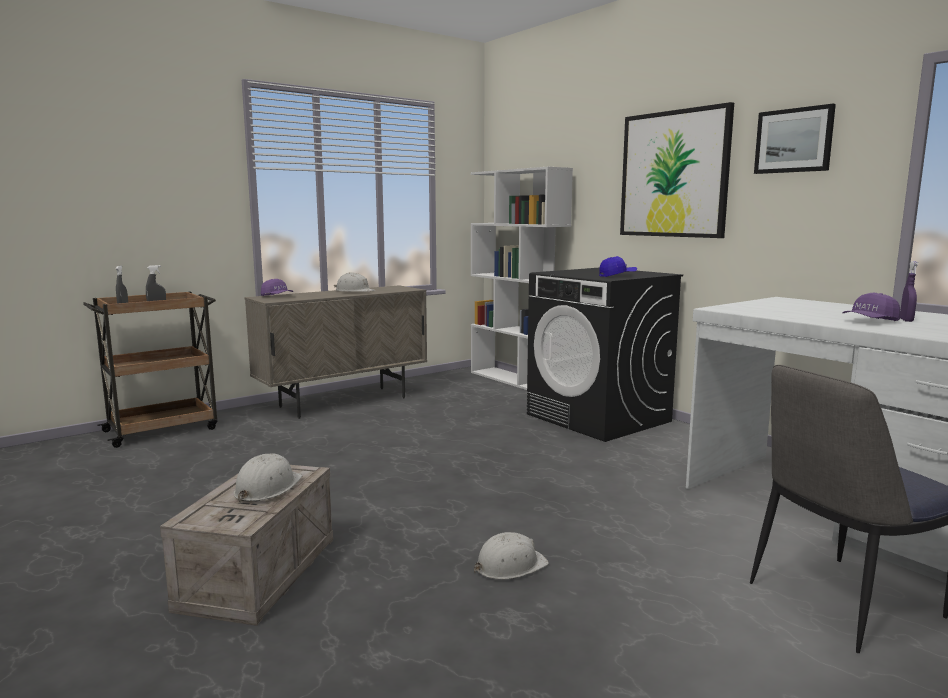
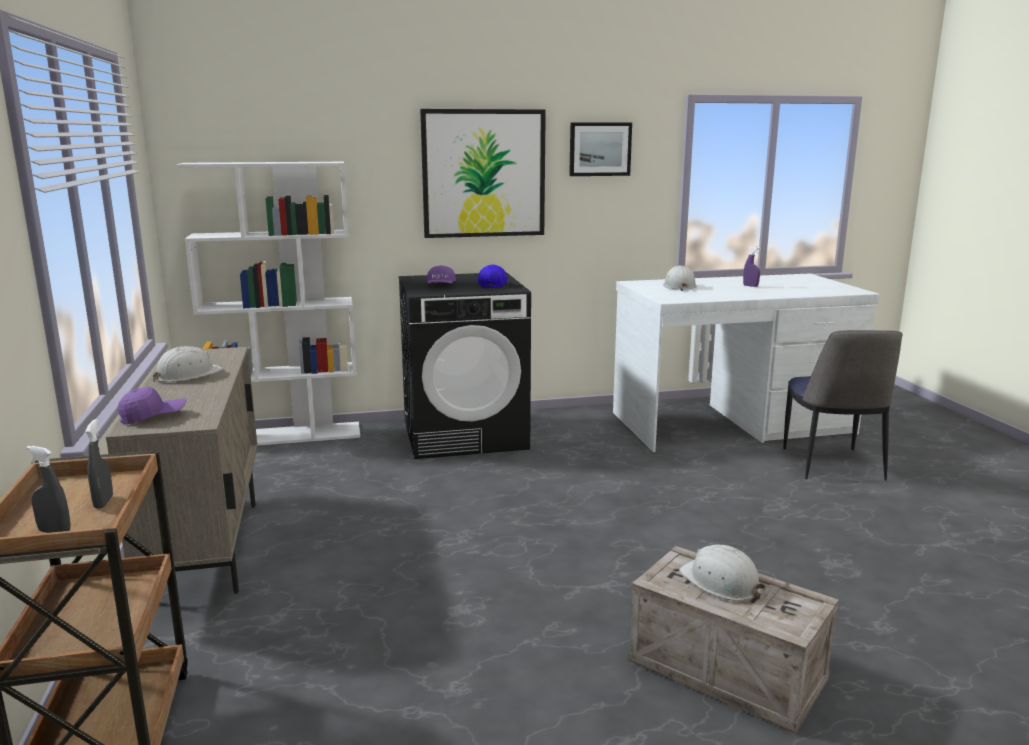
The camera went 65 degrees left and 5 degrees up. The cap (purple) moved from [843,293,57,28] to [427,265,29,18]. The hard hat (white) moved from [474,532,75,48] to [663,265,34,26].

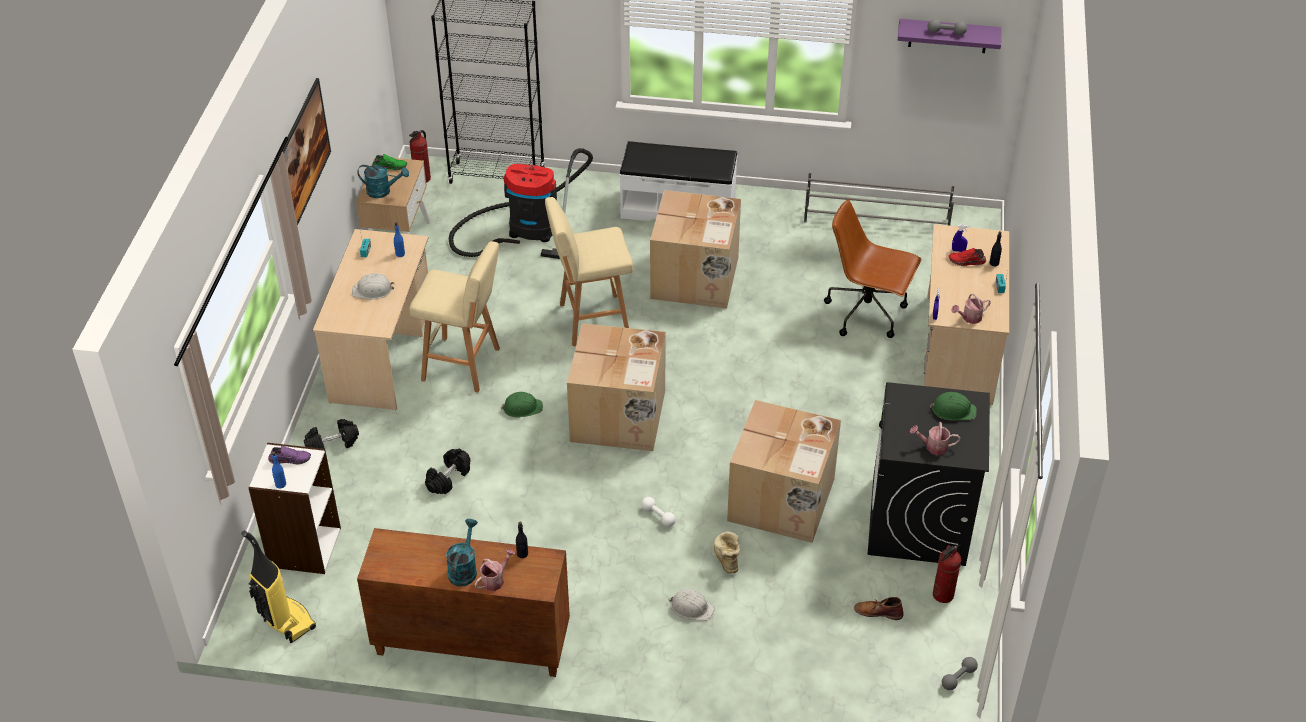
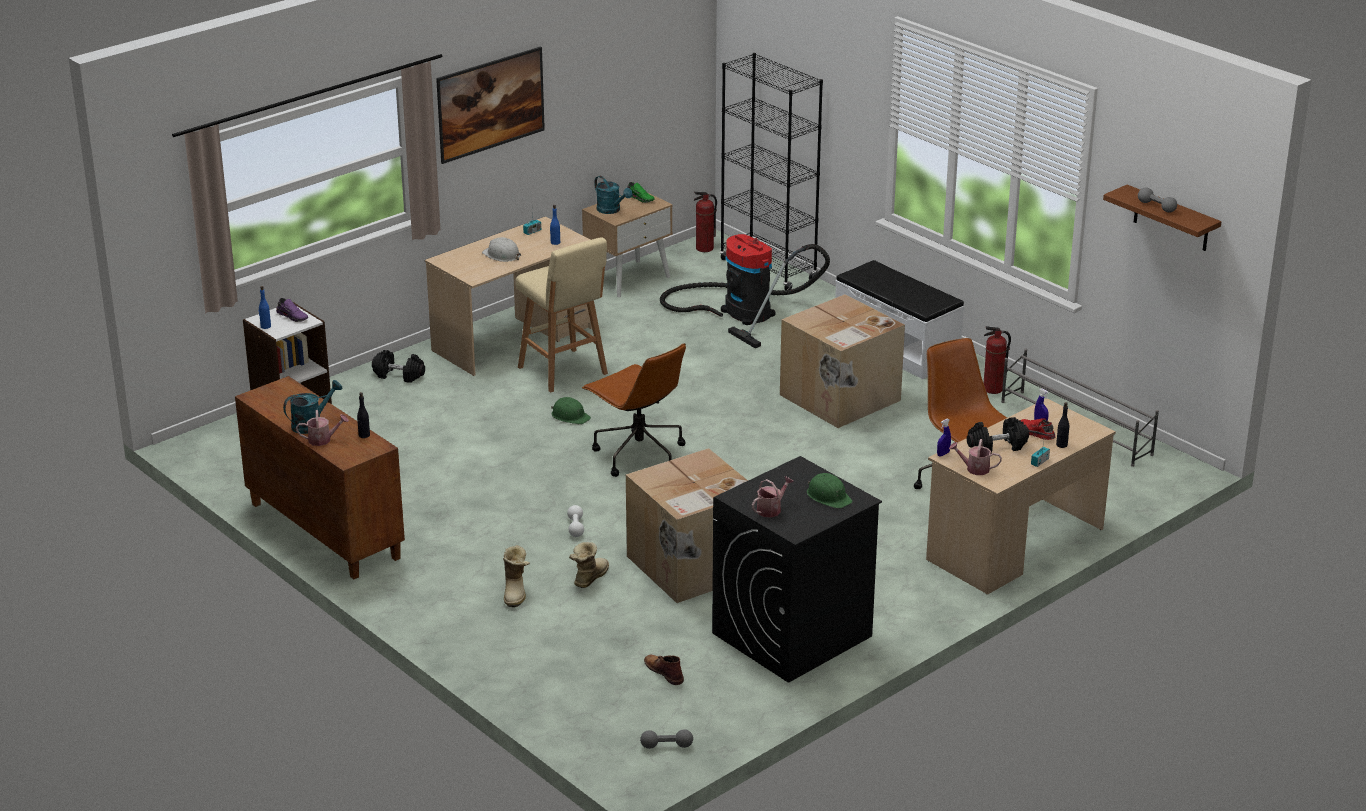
The camera went 40 degrees right and 15 degrees down. The shelf (purple) at [898,19,103,34] became the shelf (brown) at [1103,185,119,66]. The stool (beige) at [545,197,88,149] disappeared. The cardboard box at [567,323,99,128] was replaced by the office chair (brown) at [582,343,104,134]. The watering can at [910,422,50,33] turned 90 degrees clockwise. The dumbbell (black) moved from [425,448,45,46] to [967,417,62,36]. The vacuum cleaner at [241,531,75,112] disappeared. The fire extinguisher moved from [933,545,28,58] to [984,326,27,68]. The hard hat (white) at [669,589,46,32] was replaced by the boot at [503,545,27,62].

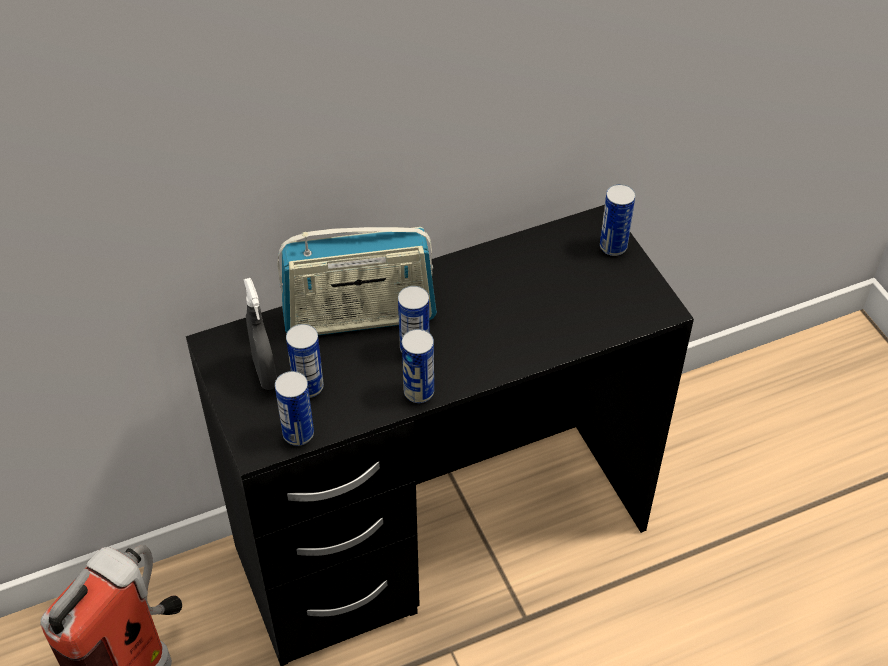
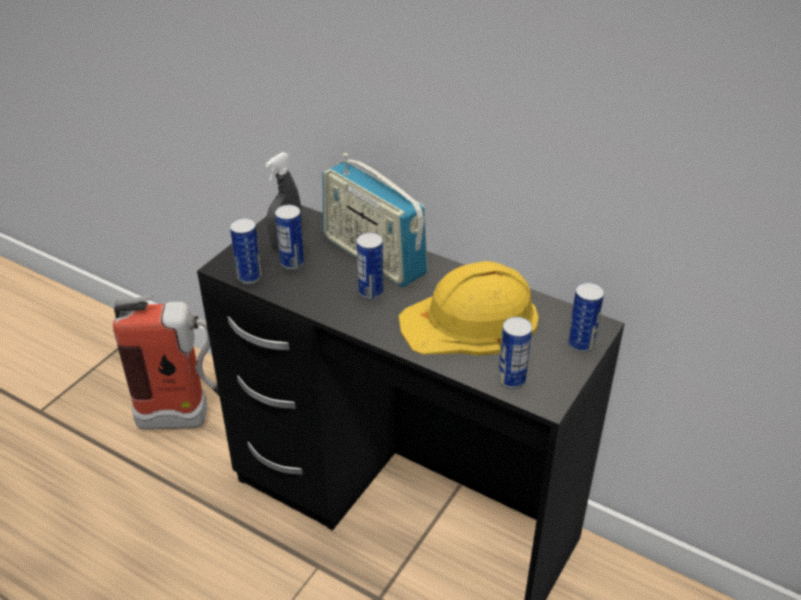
The camera went 55 degrees right and 10 degrees down. The can moved from [402,329,32,74] to [498,317,34,73]. The hard hat (yellow) at [399,261,139,95] appeared.

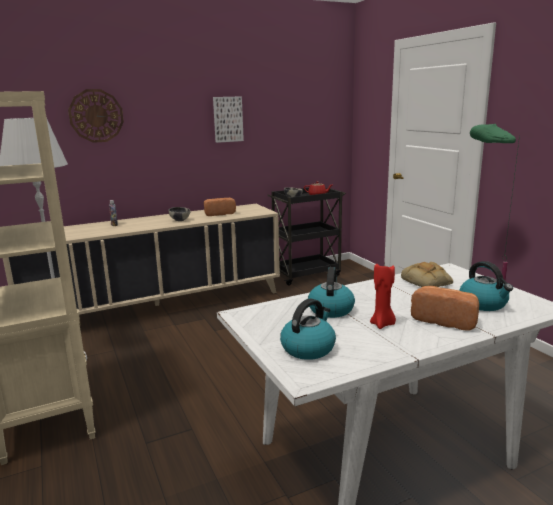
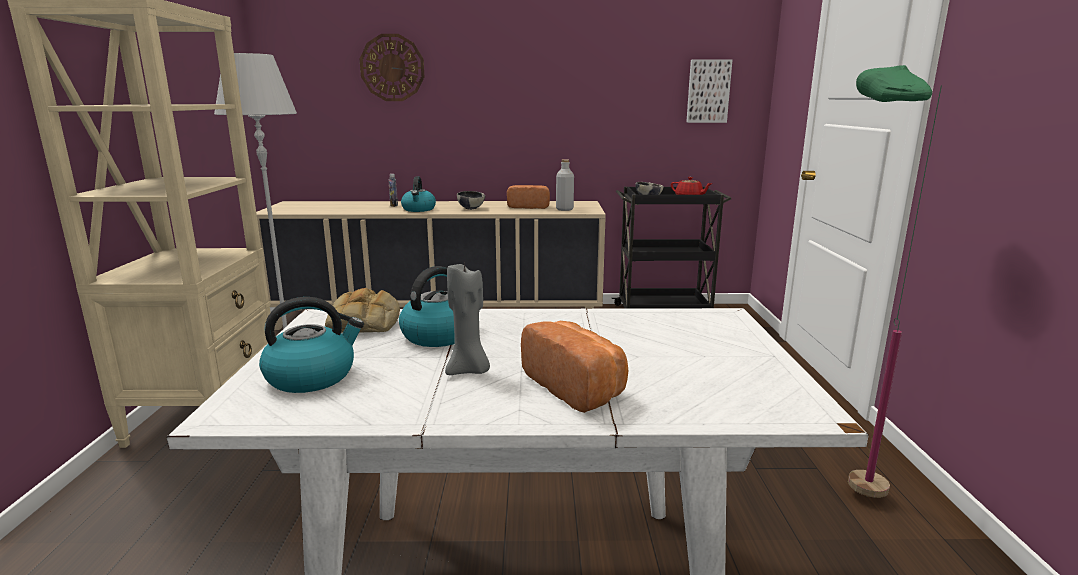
The camera went 25 degrees right and 0 degrees up. The picture moved from [213,96,31,47] to [686,60,46,63]. The kettle moved from [459,261,54,50] to [401,177,35,35]. The bread moved from [401,262,52,25] to [325,288,75,45]. The candle (red) at [370,264,26,65] became the candle (grey) at [445,261,45,114]. The bottle (grey) at [556,159,18,52] appeared.

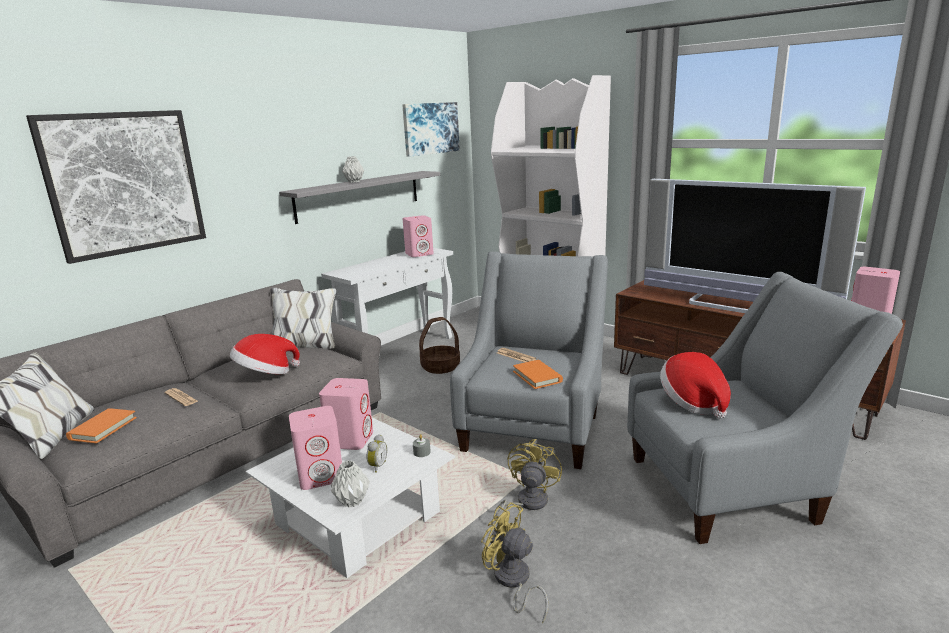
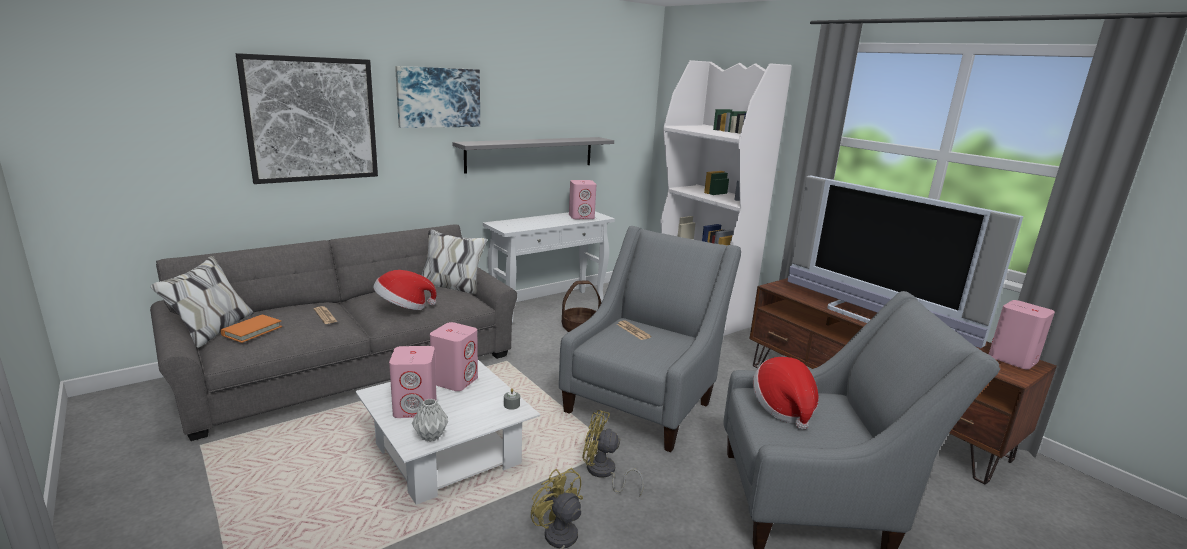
The camera went 10 degrees right and 0 degrees up. The picture moved from [402,102,58,55] to [395,66,85,62]. The vase (grey) at [342,156,22,27] disappeared. The book (orange) at [513,360,50,29] disappeared. The alarm clock at [366,434,21,39] disappeared. The fan (yellow) at [491,439,71,85] turned 105 degrees counterclockwise.

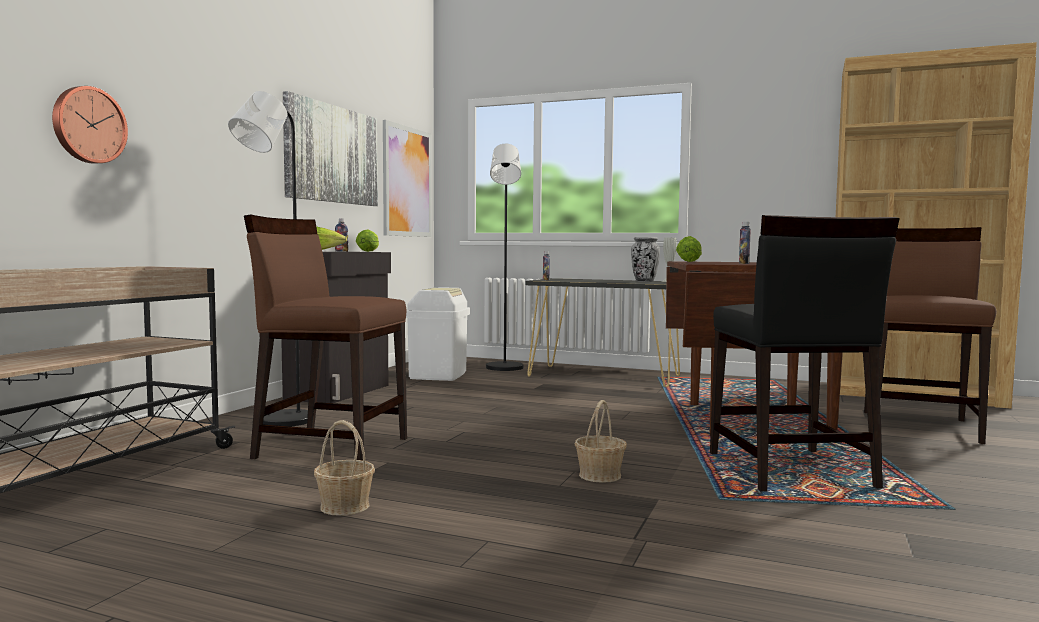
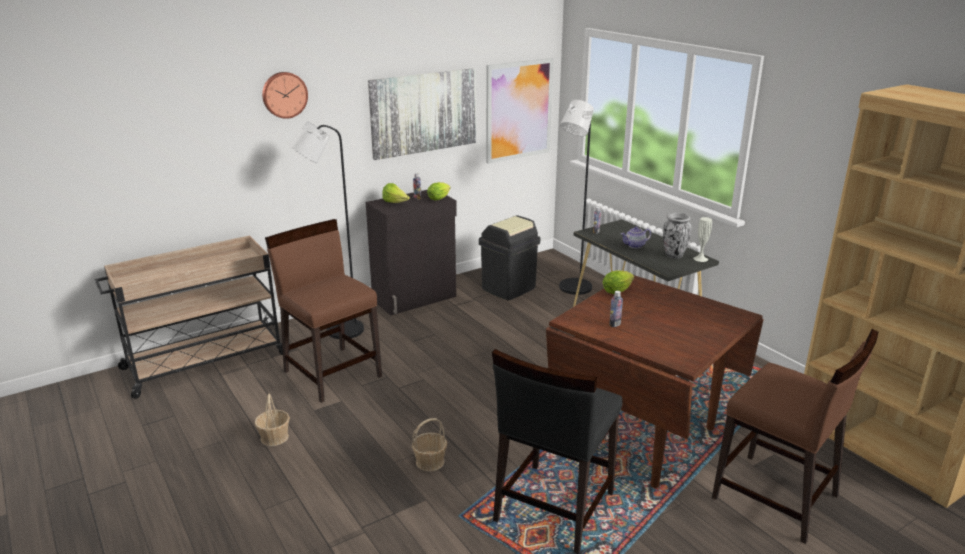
The camera went 35 degrees right and 20 degrees up. The wall clock moved from [52,86,76,78] to [262,72,46,47]. The chair (brown) at [864,227,133,217] turned 75 degrees clockwise. The trash can (white) at [406,287,64,94] became the trash can (black) at [479,215,61,85]. The teapot at [621,227,30,21] appeared.

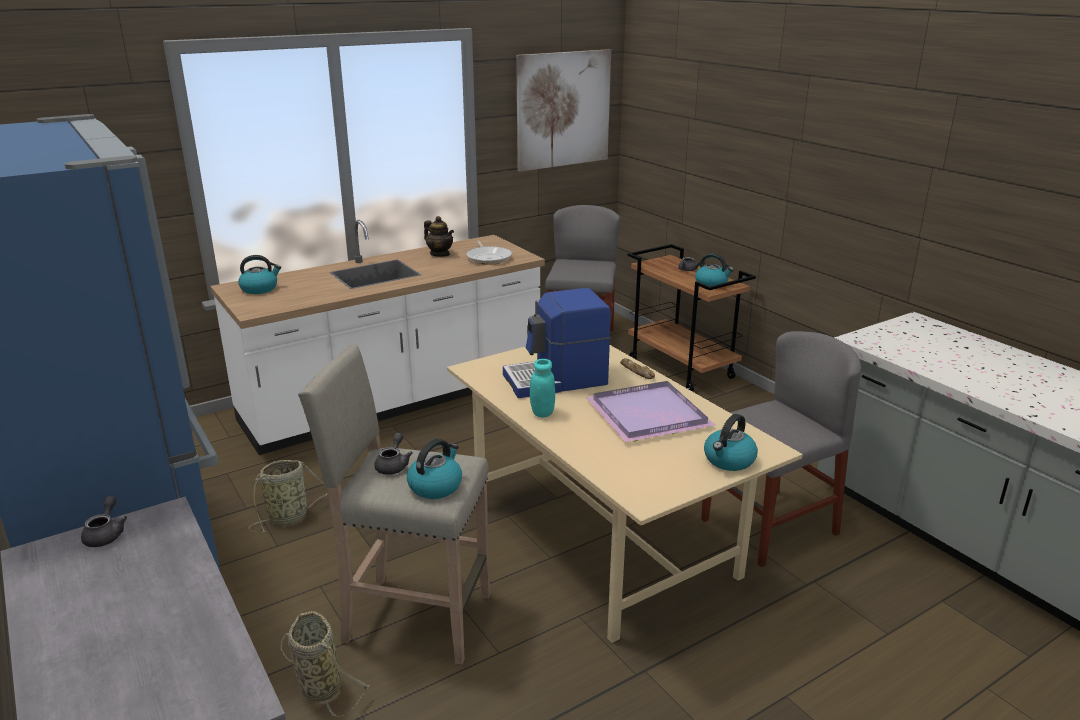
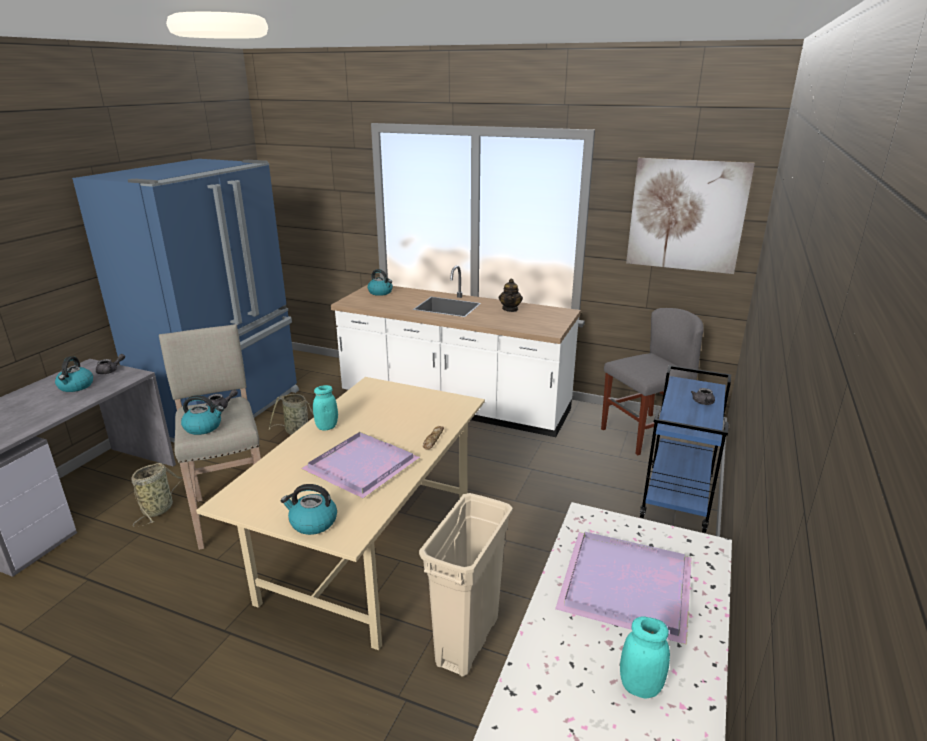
The camera went 55 degrees right and 0 degrees up. The frying pan at [466,241,46,24] disappeared. The cart (brown) at [627,244,129,148] became the cart (blue) at [640,365,91,168]. The kettle moved from [695,253,39,33] to [55,356,38,36]. The coffee machine at [503,288,108,110] disappeared. The chair (grey) at [701,331,160,236] was replaced by the trash can (beige) at [419,493,94,184]. The tray (purple) at [555,532,137,113] appeared. The jar (turquoise) at [620,616,50,82] appeared.

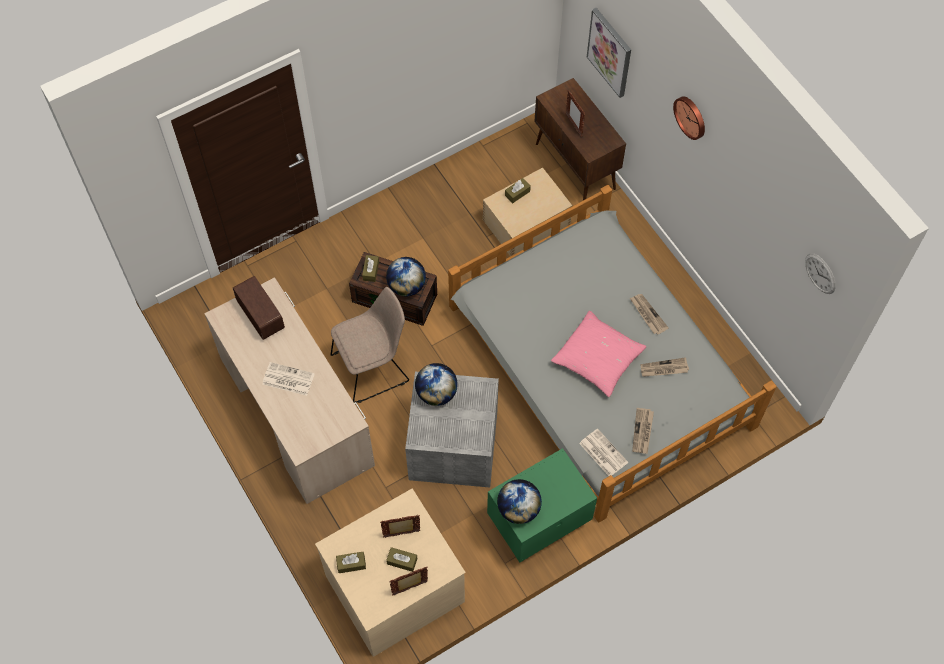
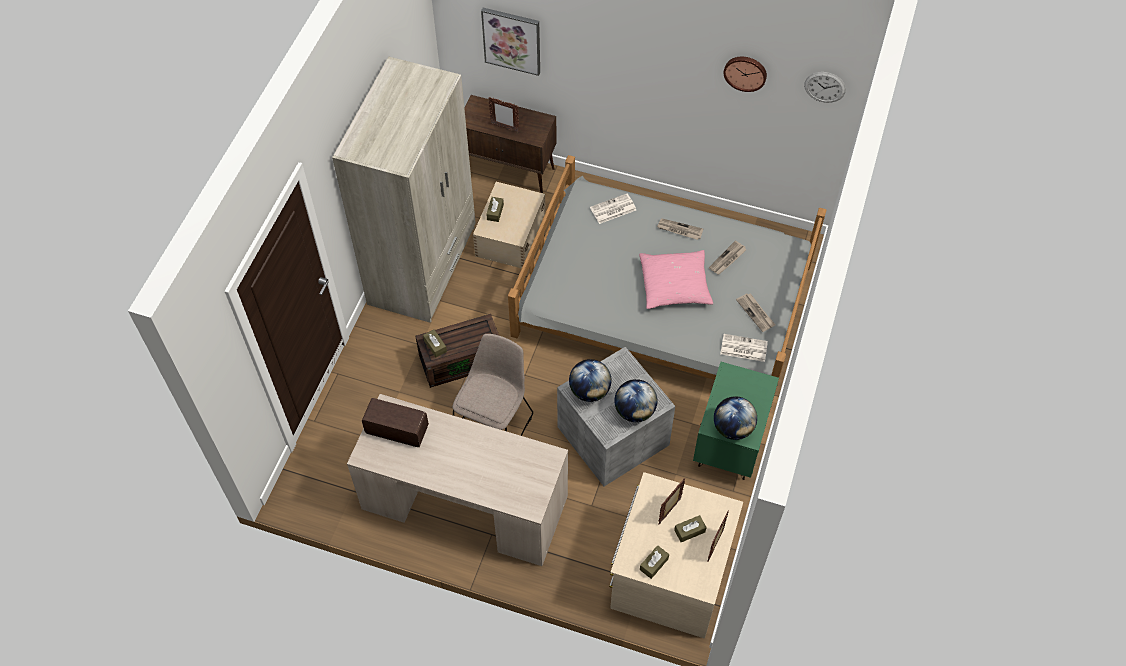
The camera went 40 degrees left and 5 degrees down. The wall clock moved from [673,96,32,44] to [724,57,43,35]. The globe moved from [386,257,40,39] to [614,379,43,43]. The newspaper moved from [262,362,53,34] to [590,194,46,30]. The wardrobe (beige) at [332,56,144,267] appeared.

